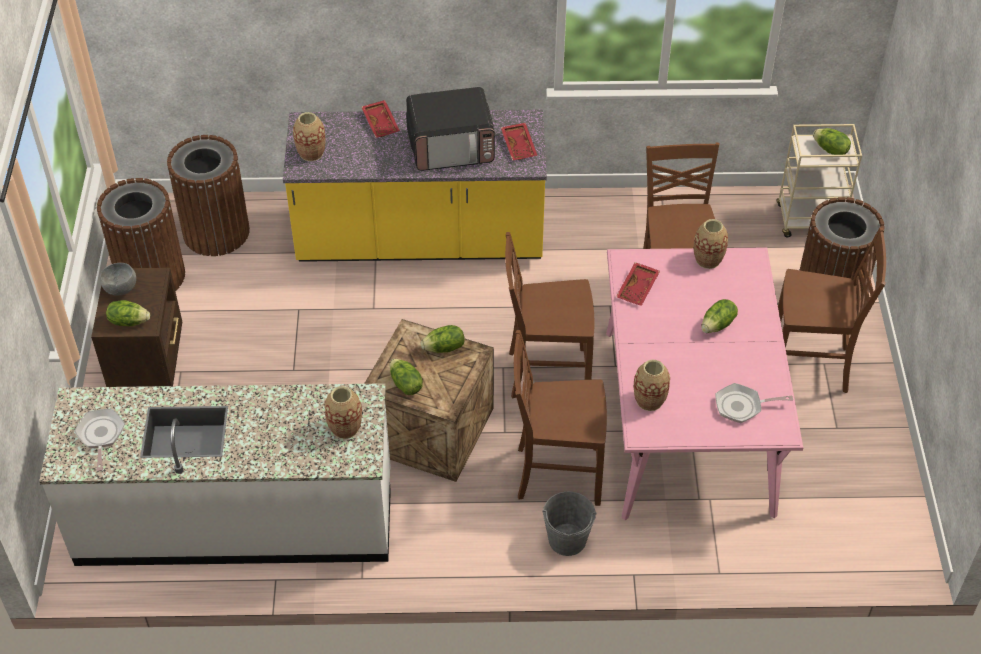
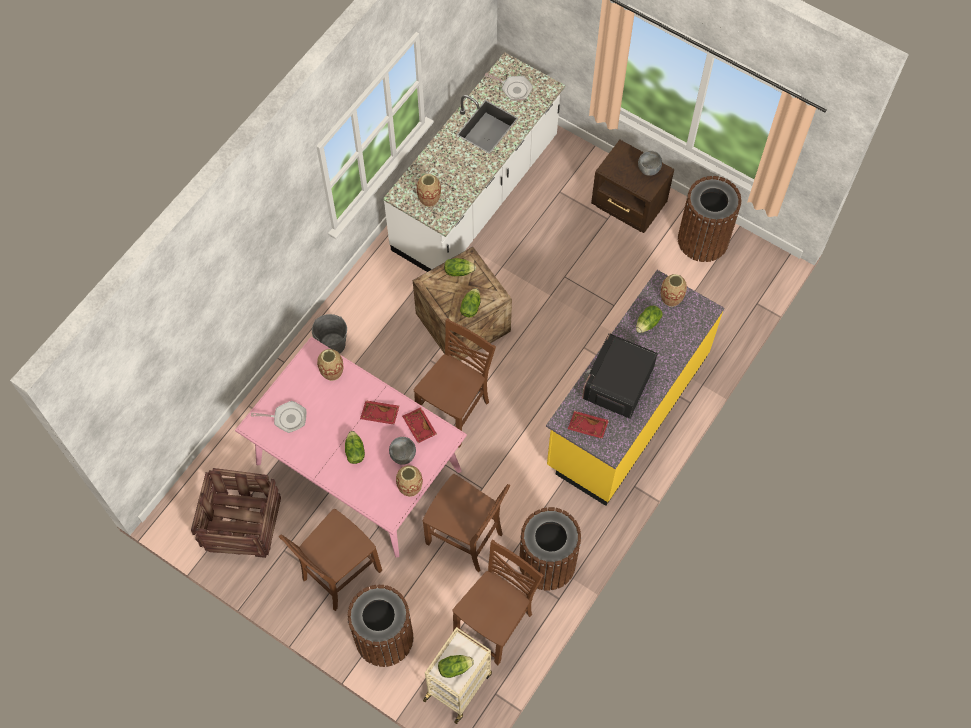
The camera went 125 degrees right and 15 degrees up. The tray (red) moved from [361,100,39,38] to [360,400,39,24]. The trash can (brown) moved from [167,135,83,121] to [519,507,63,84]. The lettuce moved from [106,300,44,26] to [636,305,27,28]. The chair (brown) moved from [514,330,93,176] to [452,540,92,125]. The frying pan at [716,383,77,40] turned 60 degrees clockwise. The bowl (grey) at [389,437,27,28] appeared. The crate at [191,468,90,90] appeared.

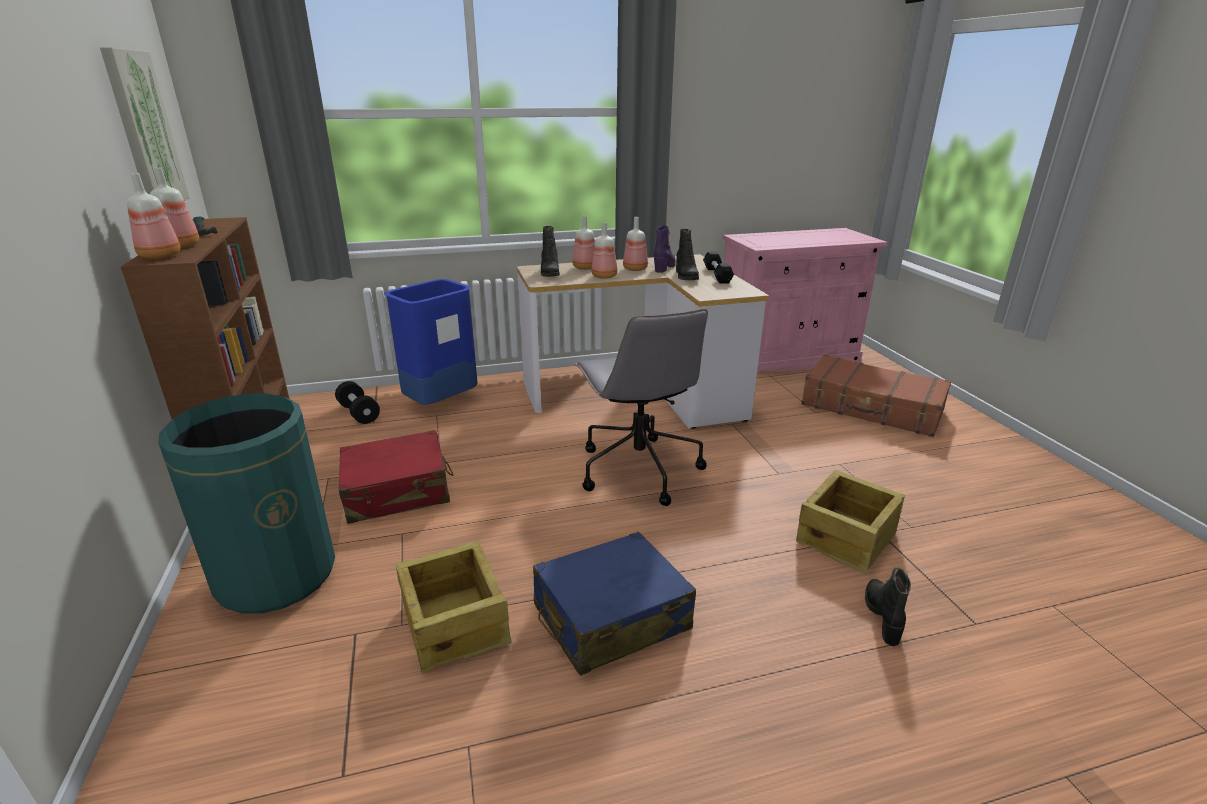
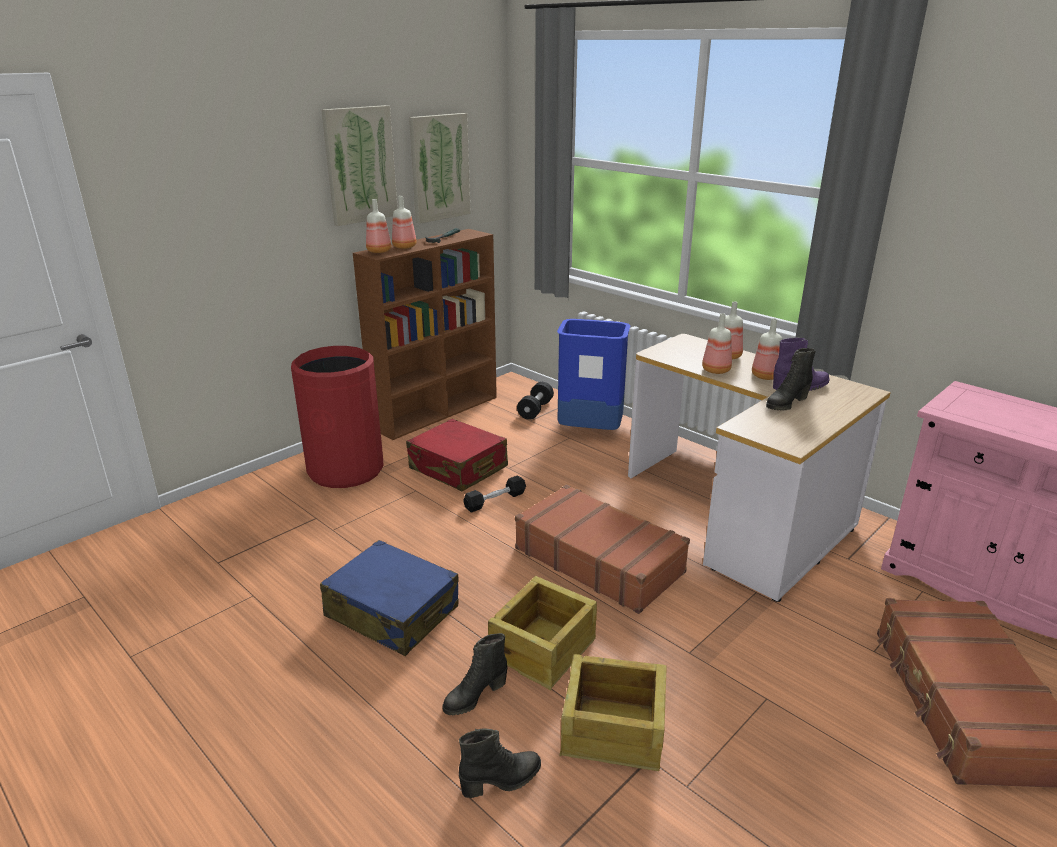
The camera went 60 degrees right and 0 degrees up. The boot (black) moved from [541,226,19,51] to [442,633,65,83]. The dumbbell (black) moved from [703,252,31,32] to [463,476,63,37]. The office chair (grey) at [575,309,133,197] was replaced by the suitcase (brown) at [515,485,175,129]. The trash can (green) at [159,394,176,220] became the trash can (red) at [291,346,92,142]. The crate moved from [396,541,116,131] to [488,576,109,114]. The picture at [321,105,77,121] appeared.

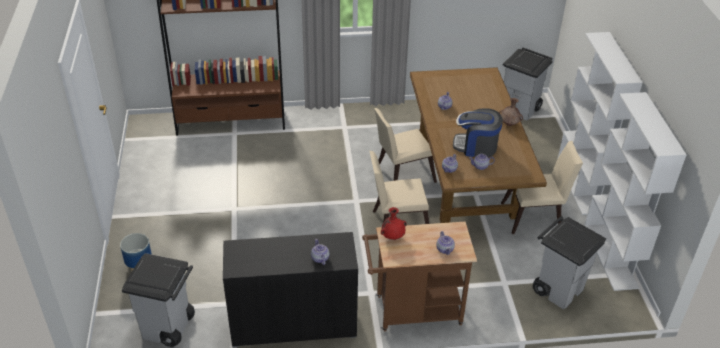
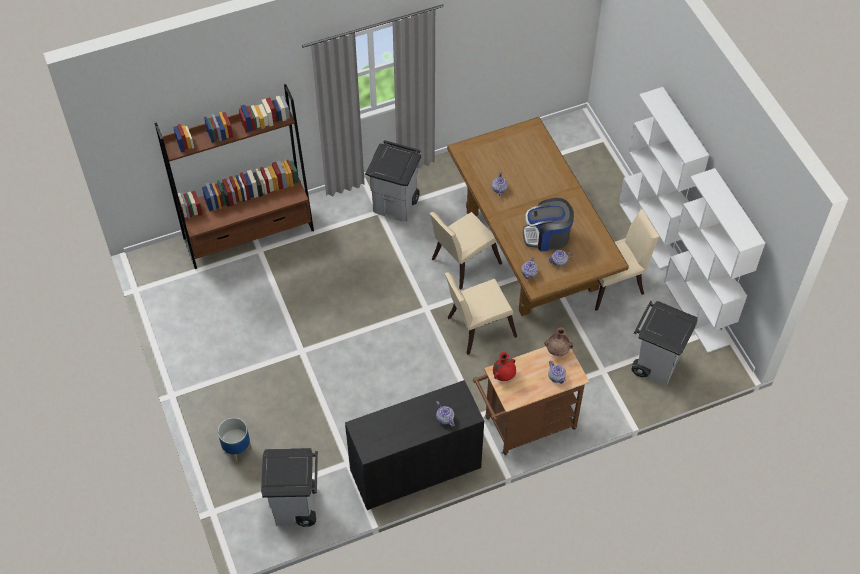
The camera went 15 degrees left and 15 degrees up. The trash can (grey) moved from [503,48,50,73] to [365,140,56,81]. The vase (brown) moved from [499,98,24,28] to [544,327,29,29].

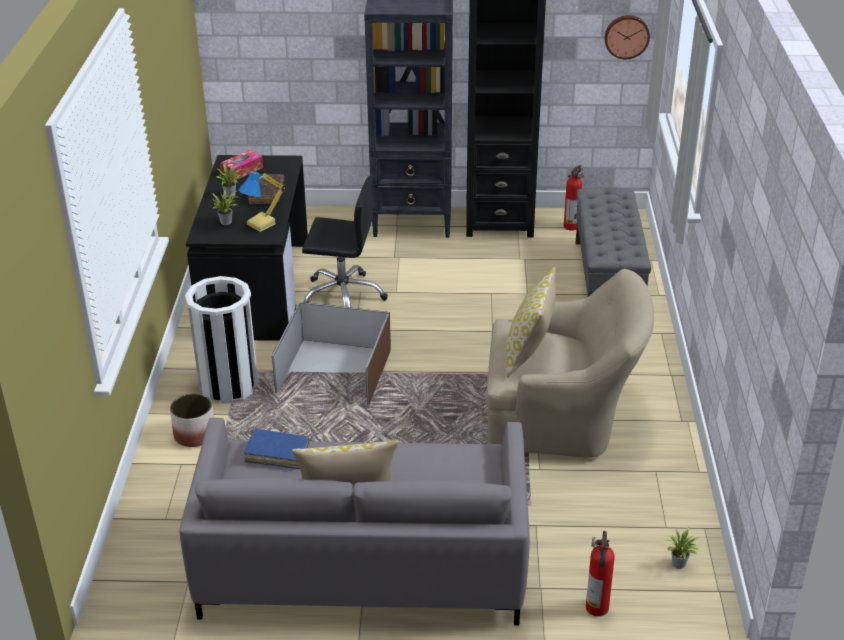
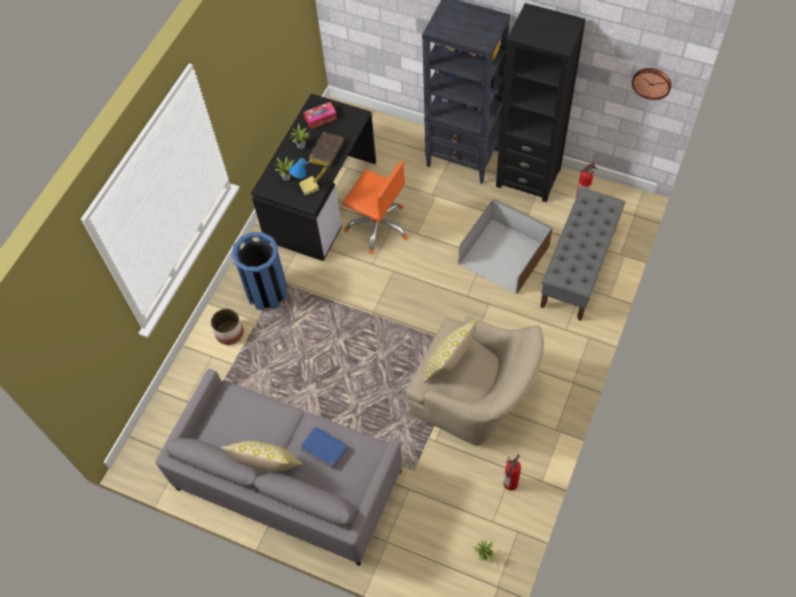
The camera went 25 degrees right and 25 degrees up. The office chair (black) at [302,176,86,132] became the office chair (orange) at [342,161,67,93]. The trash can (white) at [185,276,73,128] became the trash can (blue) at [231,232,57,79]. The storage box (brown) moved from [272,302,119,103] to [459,199,94,95]. The book (blue) moved from [244,429,65,40] to [301,426,47,43]. The fire extinguisher moved from [586,531,29,85] to [503,454,18,36].

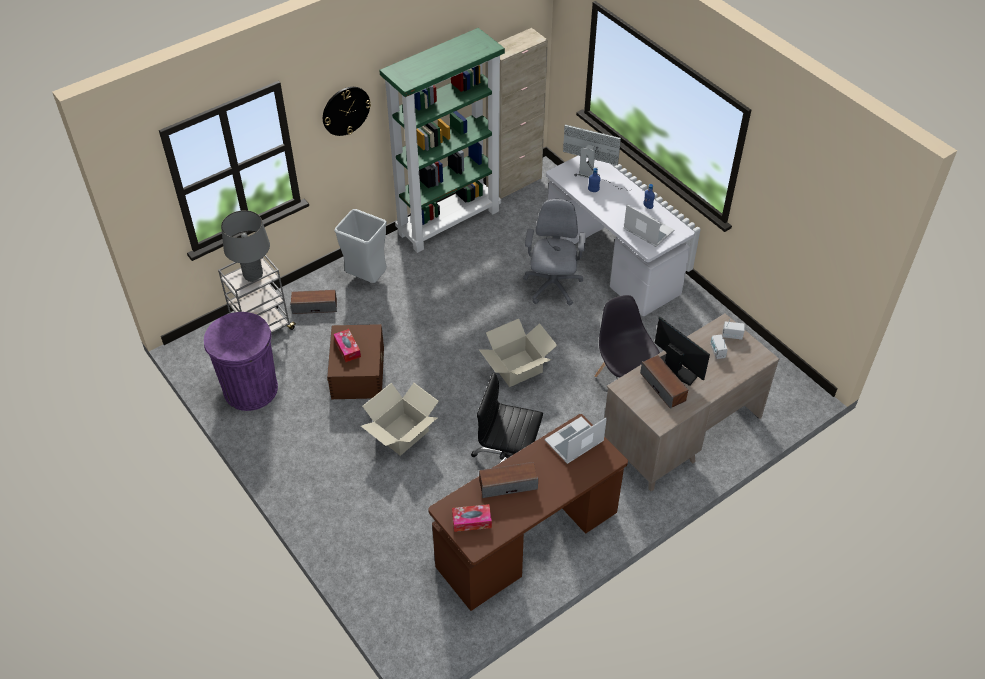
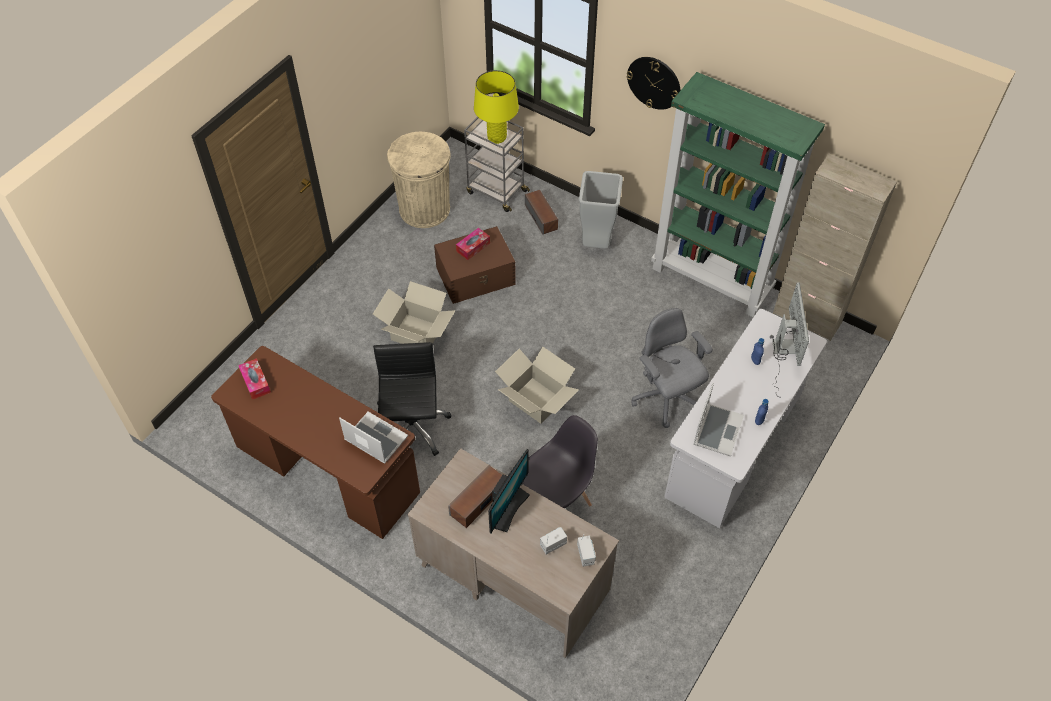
The camera went 70 degrees right and 5 degrees up. The office chair (grey) at [523,199,63,106] turned 105 degrees counterclockwise. The table lamp (grey) at [221,210,49,72] became the table lamp (yellow) at [474,70,45,74]. The trash can (purple) at [204,312,74,99] became the trash can (beige) at [387,132,64,96]. The speaker at [479,462,59,36] disappeared.

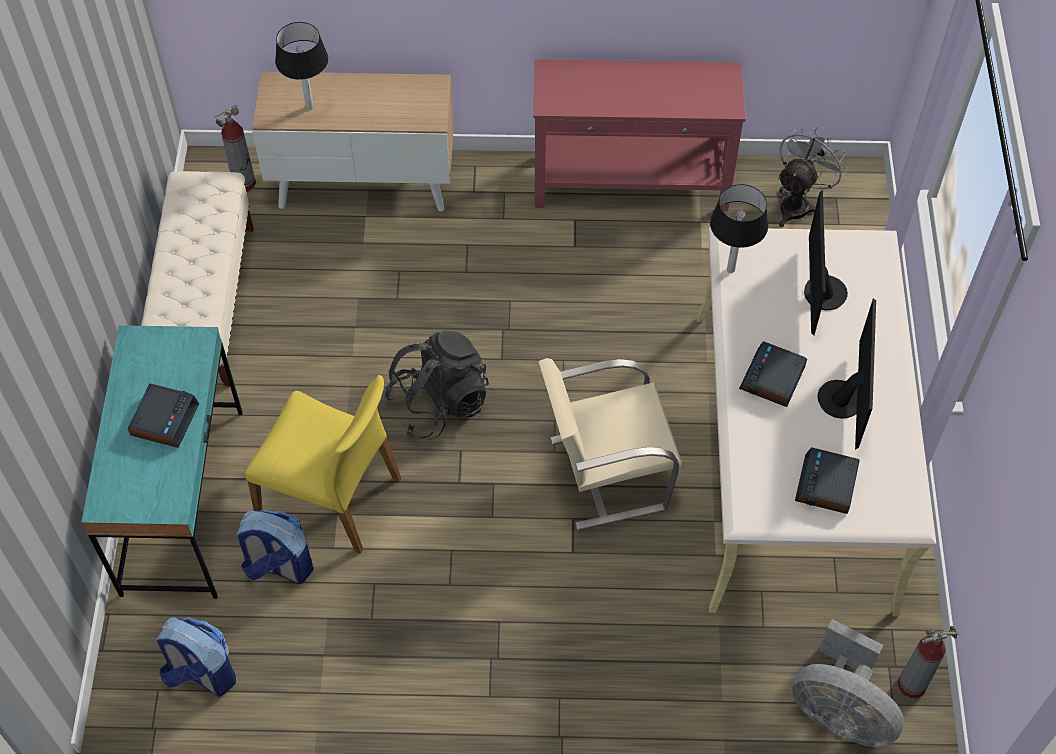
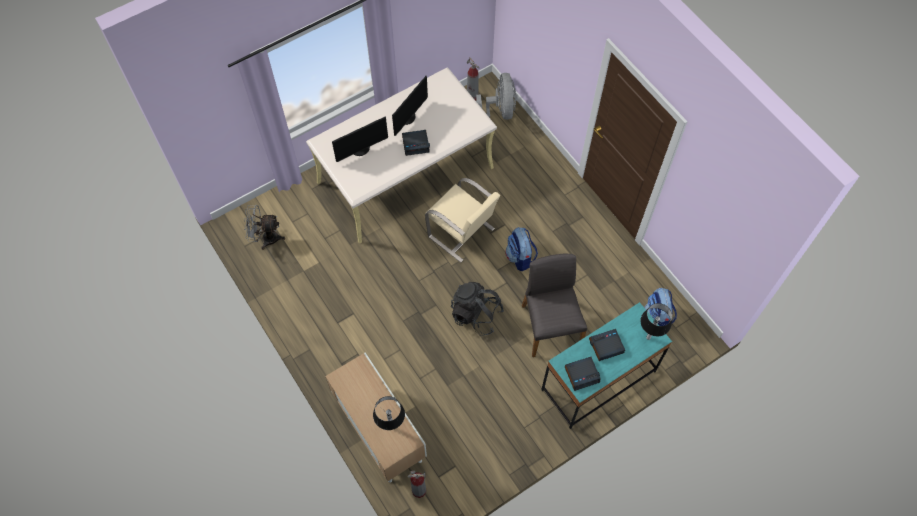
The camera went 125 degrees left and 5 degrees up. The console table (red) at [533,59,213,152] disappeared. The bench (beige) at [141,171,113,215] disappeared. The table lamp moved from [710,184,58,89] to [640,303,32,37]. The monitor at [817,298,59,152] turned 150 degrees clockwise. The chair (yellow) at [245,375,156,179] became the chair (grey) at [522,254,65,103]. The alarm clock moved from [795,448,65,66] to [565,357,35,34]. The backpack moved from [235,510,79,74] to [505,227,33,44].

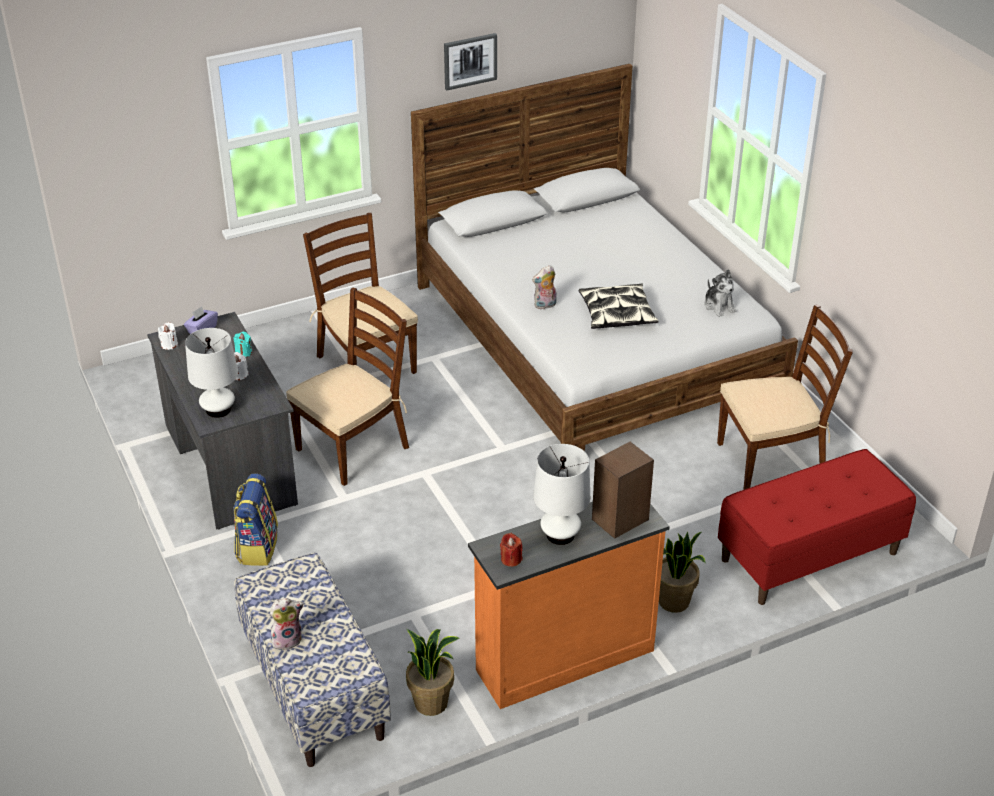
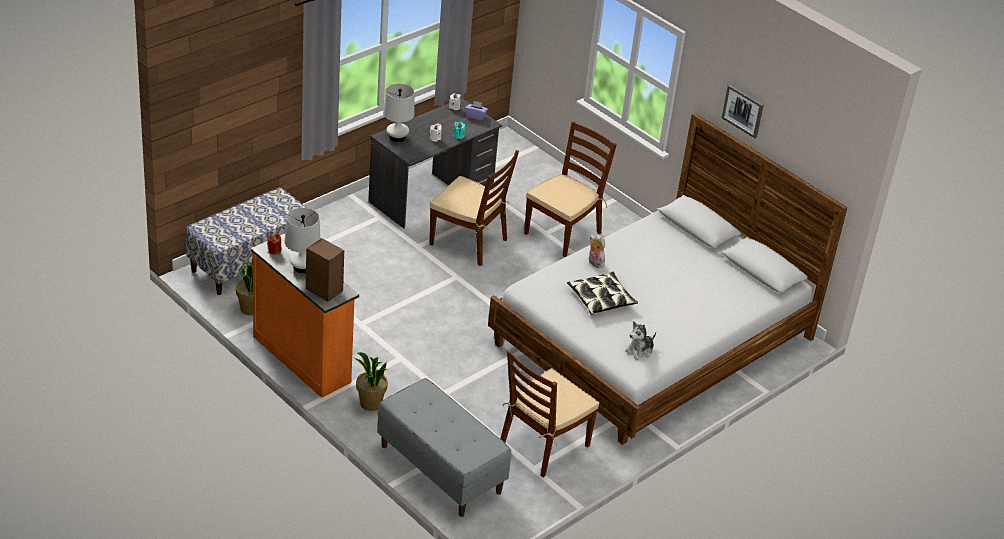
The camera went 70 degrees right and 0 degrees up. The chair (brown) at [717,304,136,186] turned 75 degrees clockwise. The bench (red) at [718,449,198,156] became the bench (grey) at [377,378,134,139]. The backpack at [234,473,44,93] disappeared. The plush toy at [270,598,34,52] disappeared.

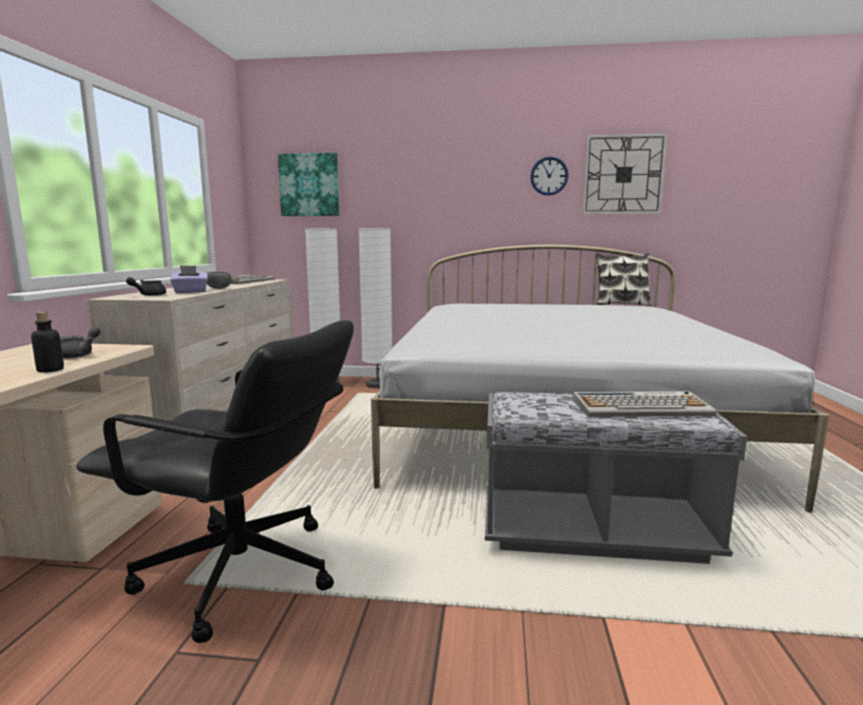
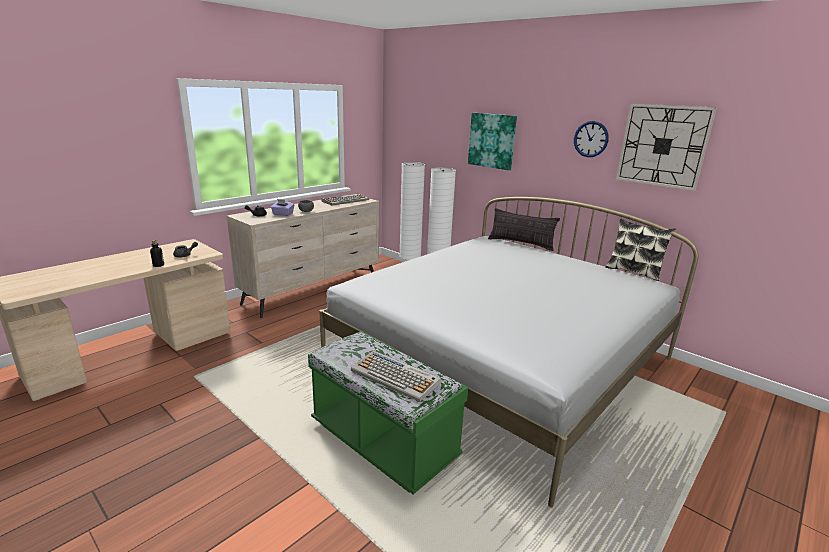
The camera went 35 degrees right and 10 degrees up. The picture moved from [278,153,62,63] to [468,113,49,57]. The office chair (black) at [76,320,278,323] disappeared. The bench (grey) at [485,392,262,172] became the bench (green) at [308,331,160,163]. The pillow at [488,208,72,43] appeared.

